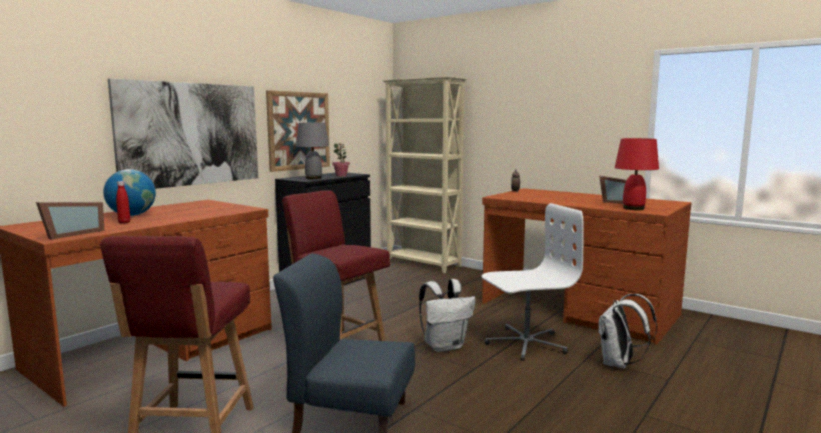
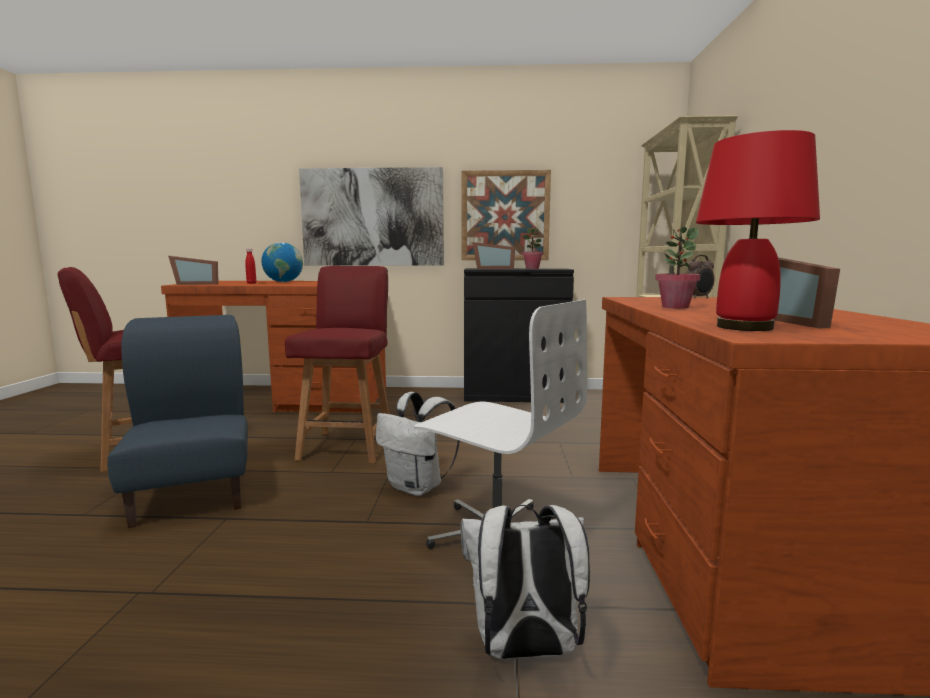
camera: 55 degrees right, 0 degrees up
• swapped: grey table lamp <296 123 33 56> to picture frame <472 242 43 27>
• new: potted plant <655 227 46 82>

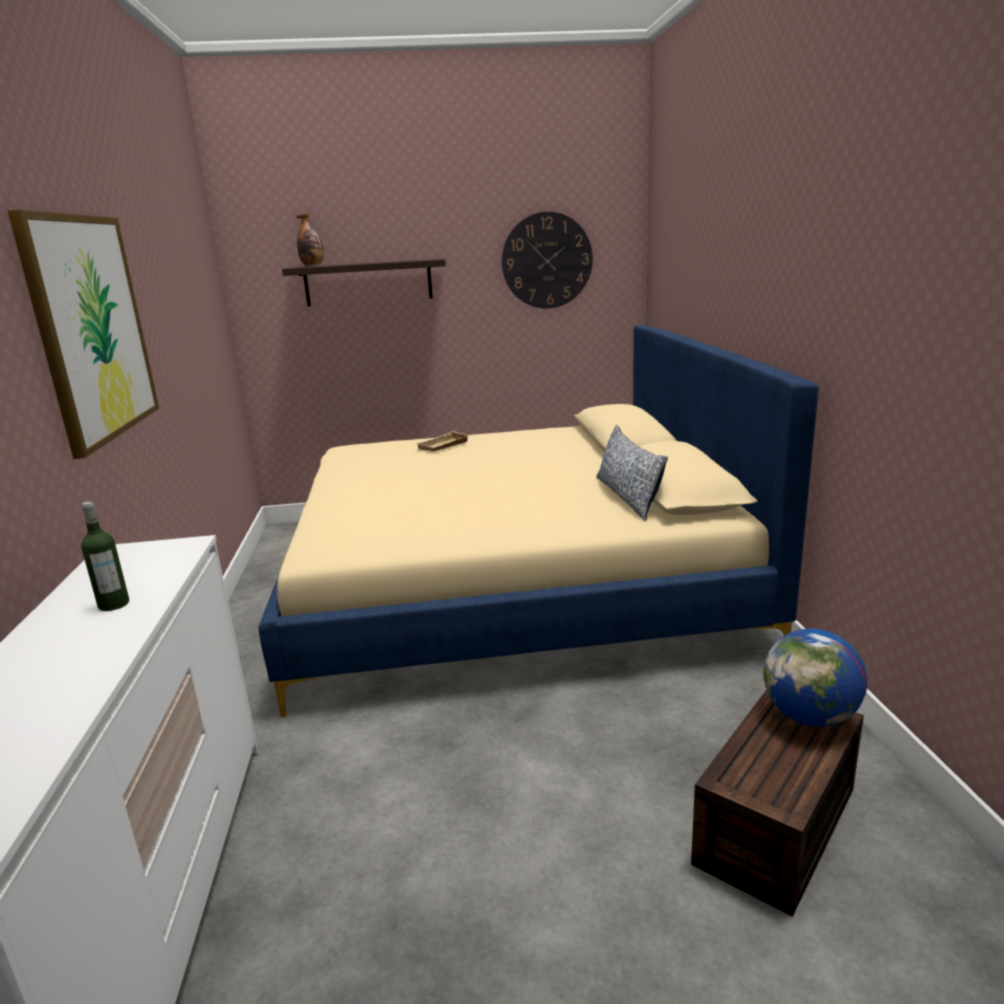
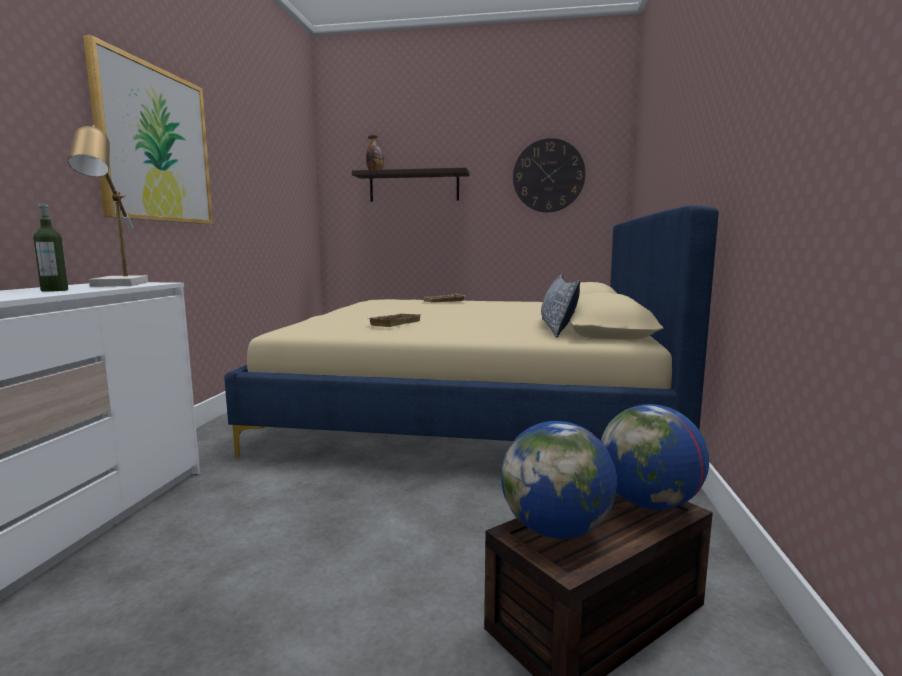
camera: 15 degrees right, 10 degrees down
• new: table lamp <68 125 80 162>
• new: beige tray <369 314 53 13>
• new: globe <501 421 116 118>

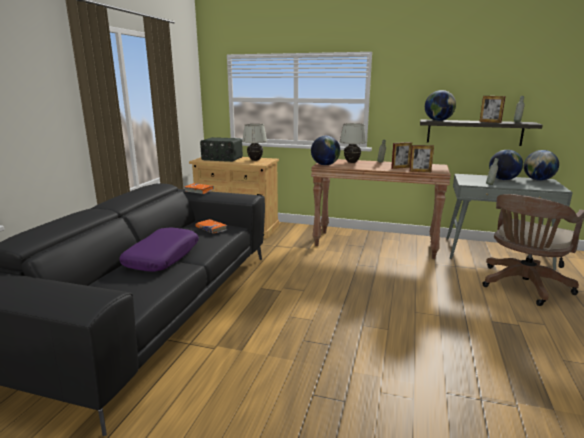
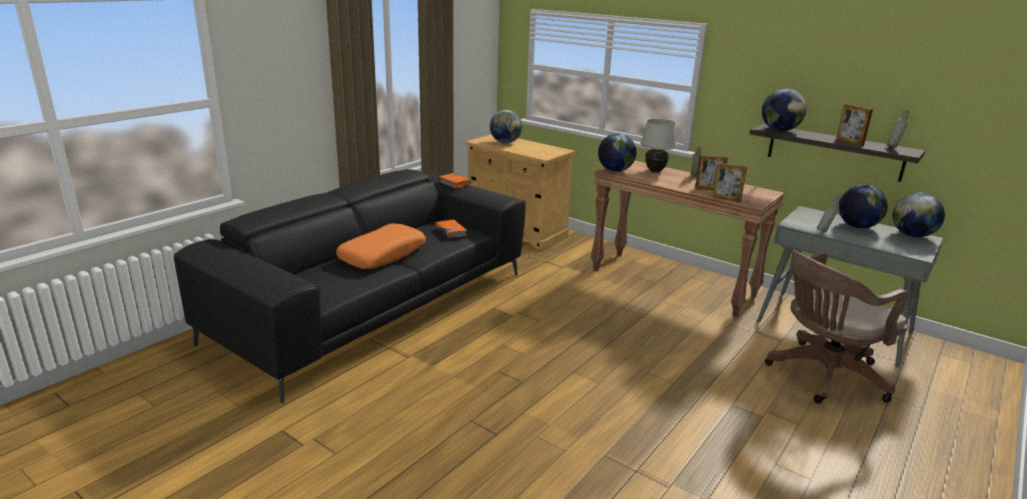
camera: 20 degrees right, 5 degrees up
• repainted: purple pillow <119 227 80 45> to orange pillow <336 224 90 45>
• swapped: radio <200 137 43 25> to globe <490 110 32 33>
• gone: white table lamp <242 124 25 37>

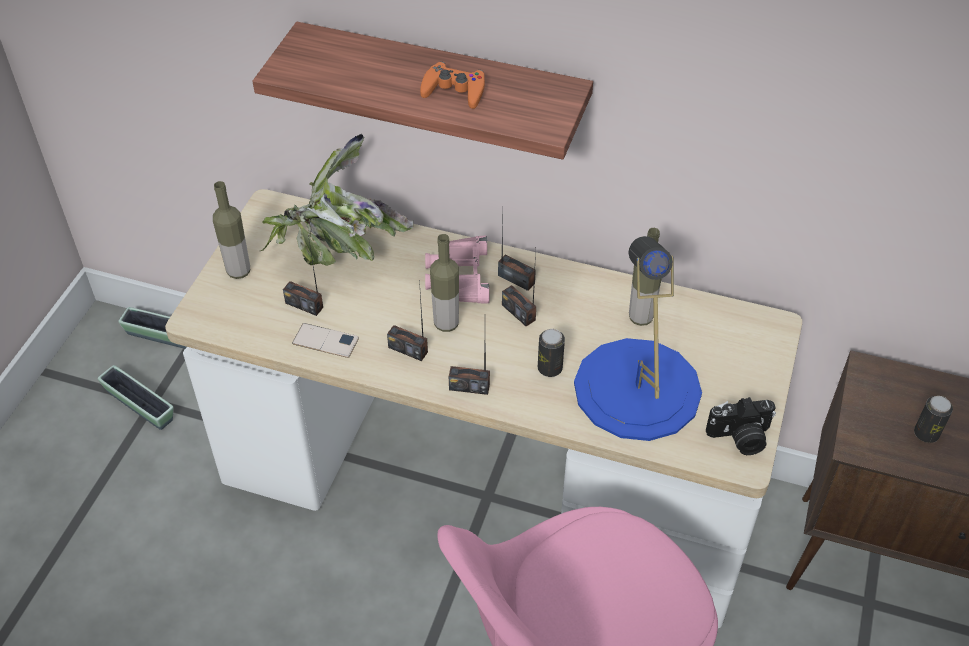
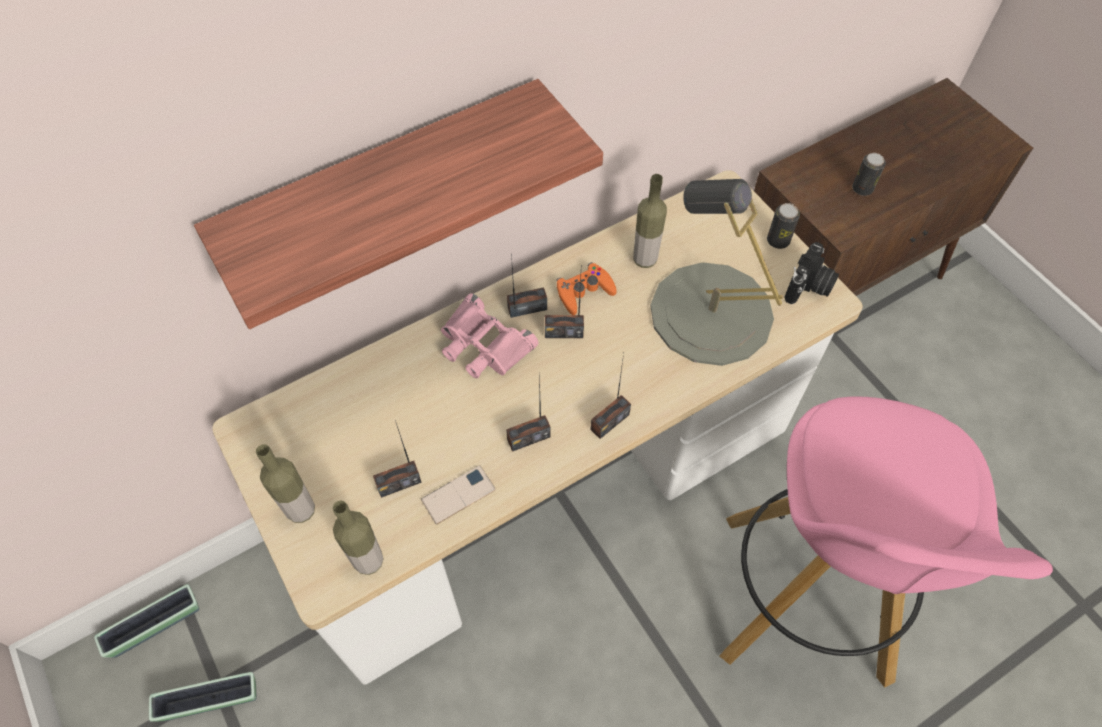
camera: 50 degrees left, 10 degrees up
• gone: potted plant <260 134 153 132>
• shifted: orange game controller <420 61 65 48> to <557 262 60 53>
• shifted: bottle <430 234 29 98> to <333 500 50 75>
• shifted: can <538 329 27 48> to <767 203 33 46>
• repainted: blue table lamp <574 236 128 205> to grey table lamp <650 179 134 187>

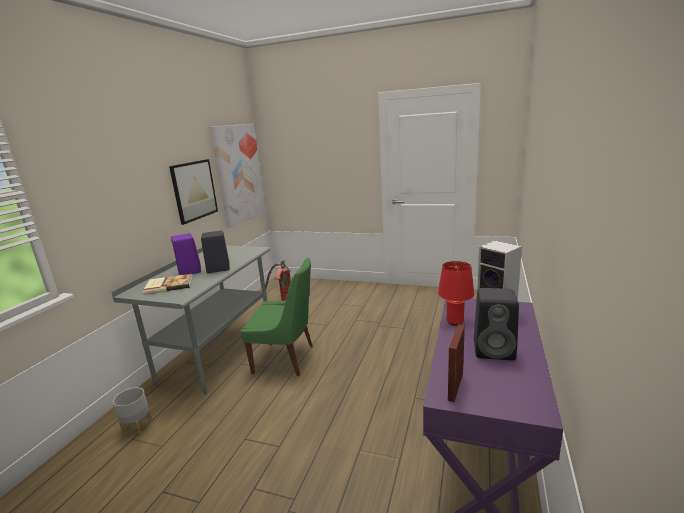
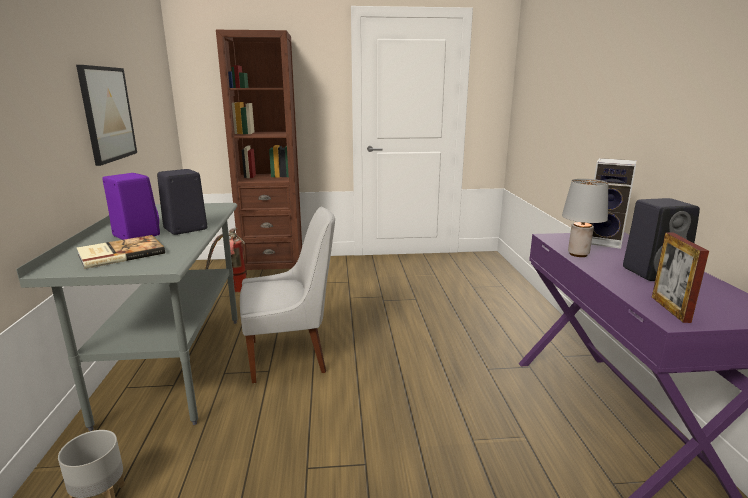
camera: 25 degrees left, 0 degrees up
• gone: picture <210 124 56 104>
• repainted: green chair <241 258 72 118> to white chair <240 207 95 176>
• repainted: red table lamp <438 261 36 65> to grey table lamp <562 179 47 78>
• new: brown bookcase <216 30 86 245>

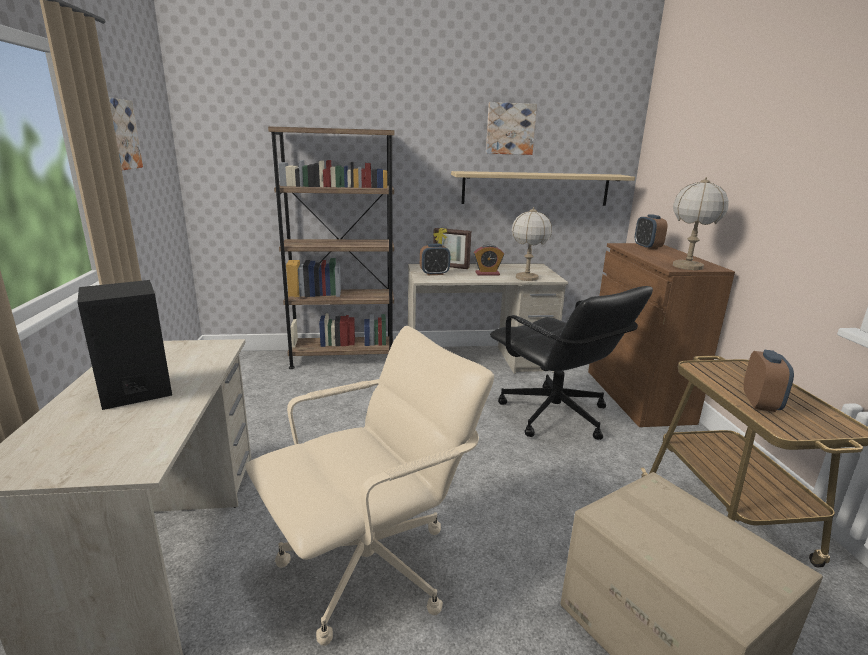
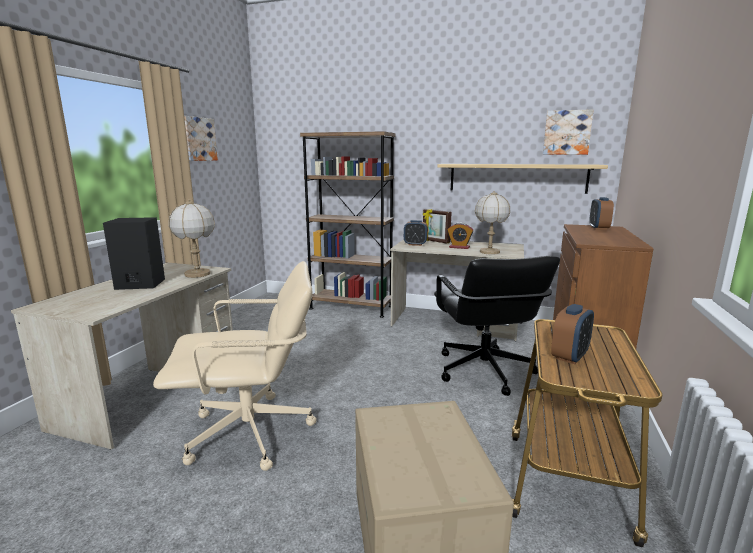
camera: 25 degrees right, 5 degrees down
• shifted: picture <486 102 51 53> to <543 109 51 46>
• shifted: table lamp <673 177 56 93> to <169 199 46 79>

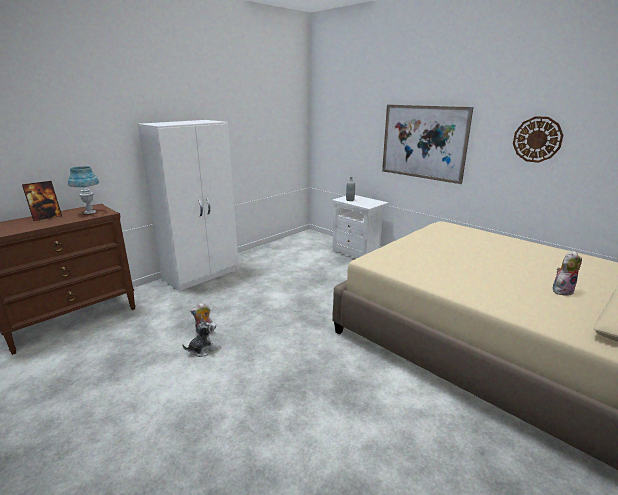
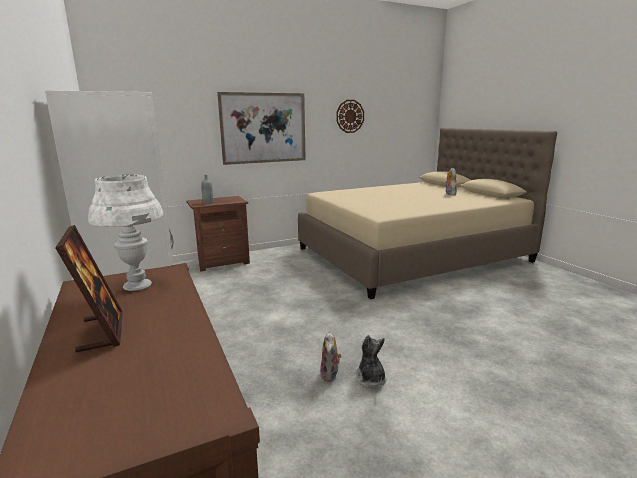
camera: 70 degrees left, 5 degrees down
• repainted: blue table lamp <68 166 31 48> to white table lamp <88 175 75 116>
• repainted: white nightstand <332 195 57 63> to brown nightstand <186 196 64 76>

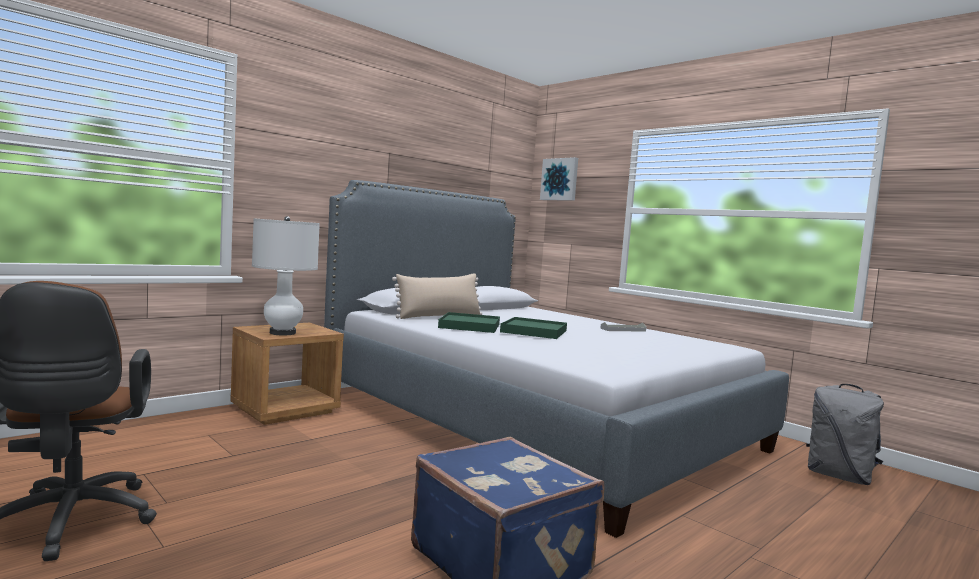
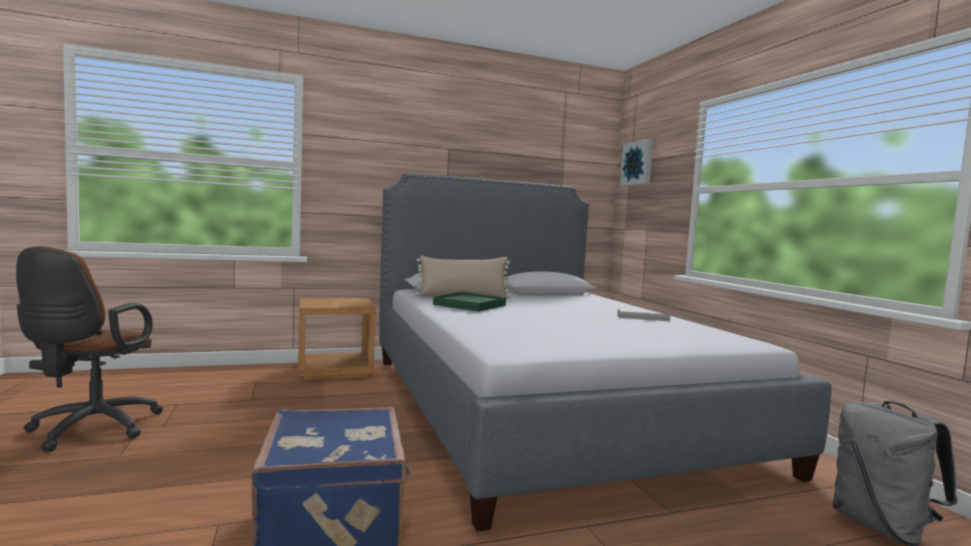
camera: 25 degrees right, 0 degrees up
• gone: white table lamp <252 216 68 119>
• gone: green tray <500 317 67 22>

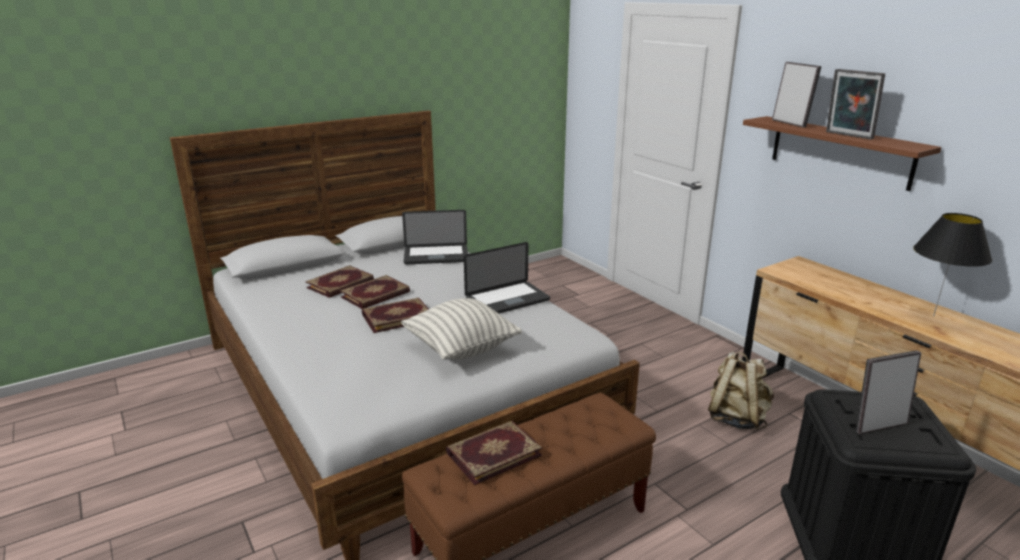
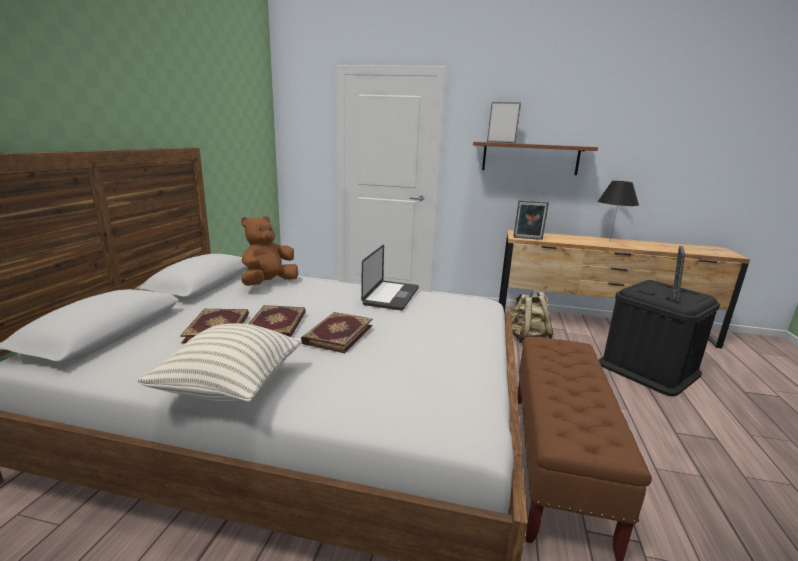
camera: 45 degrees left, 5 degrees down
• shifted: pillow <401 298 121 62> to <138 323 164 79>
• swapped: laptop <402 210 66 54> to brown plush toy <241 216 57 70>
• gone: book <446 421 96 64>
• shifted: picture frame <826 69 59 71> to <513 200 36 40>

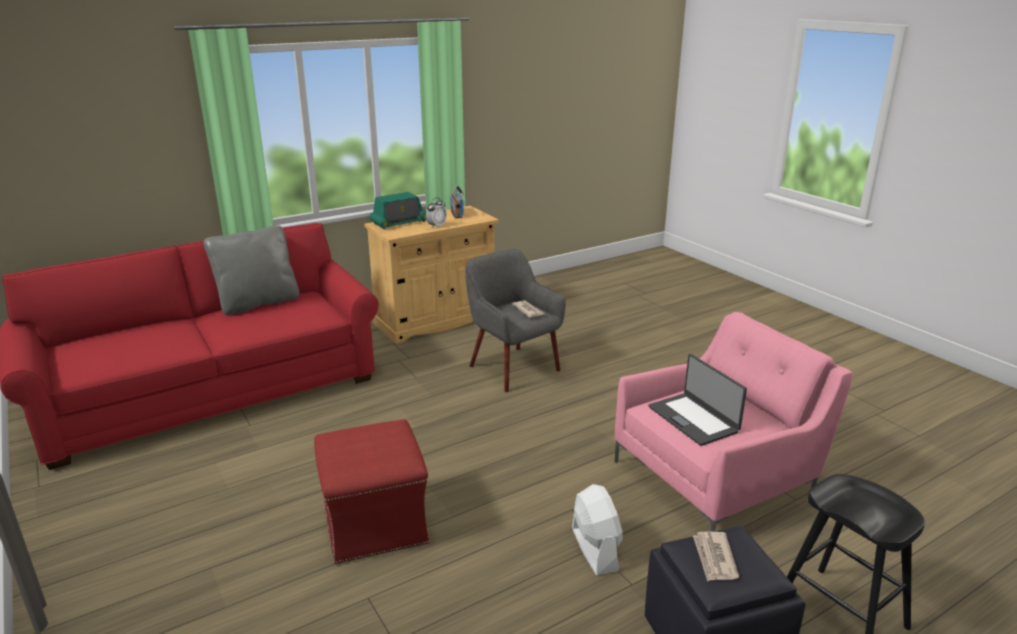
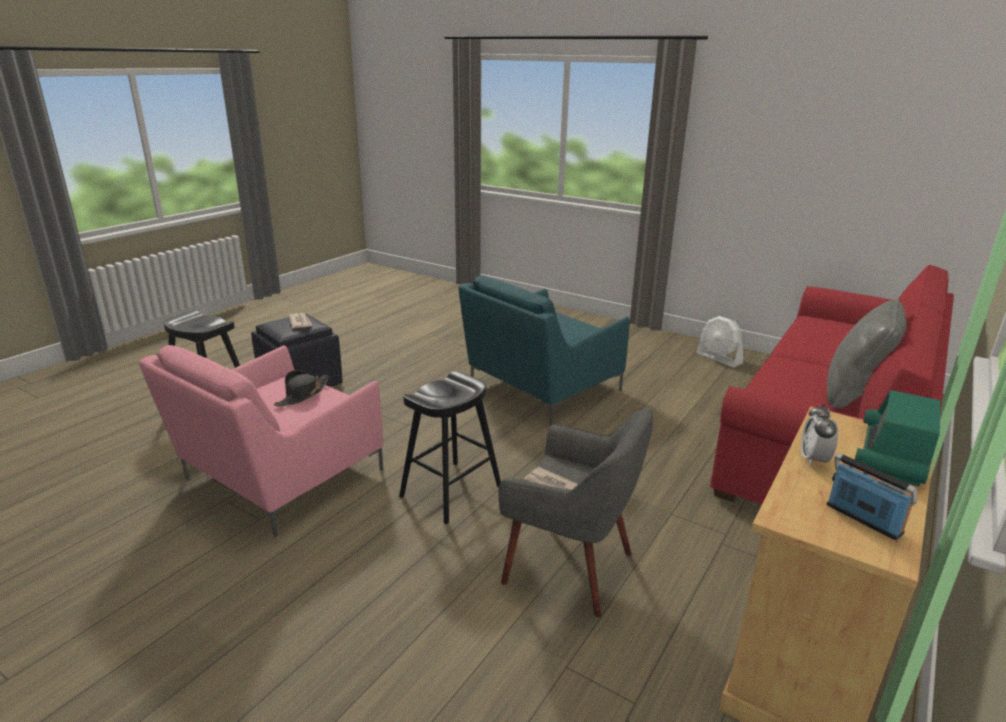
camera: 155 degrees right, 0 degrees up
• swapped: red ottoman <314 420 116 144> to turquoise armchair <458 275 172 150>
• shifted: white fan <572 484 50 91> to <696 316 47 52>
• swapped: laptop <648 354 99 92> to black hat <274 370 55 36>
• new: black stool <399 371 102 153>

